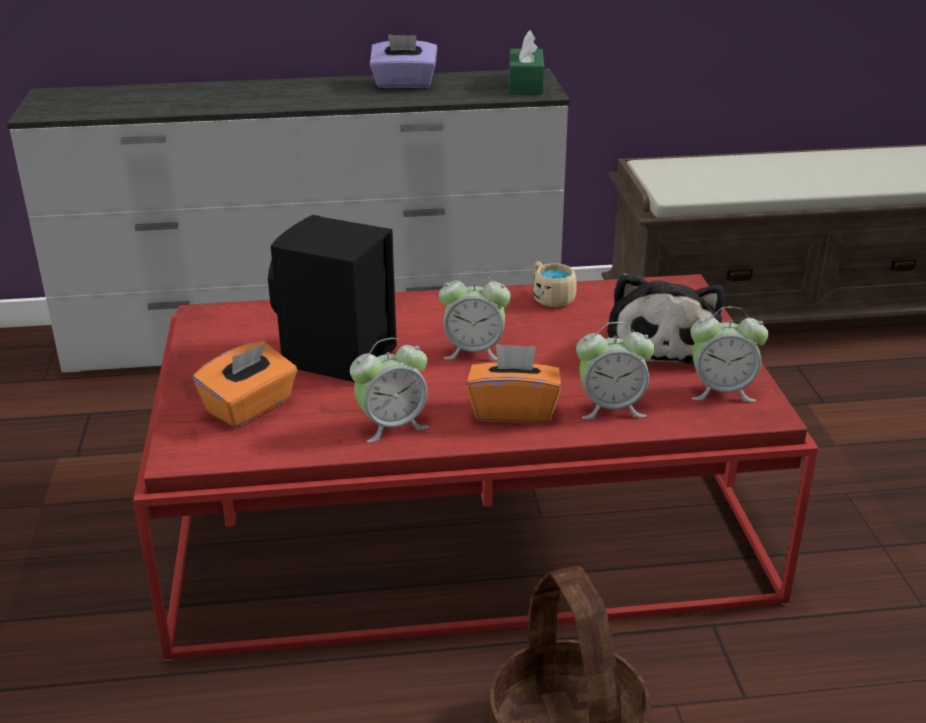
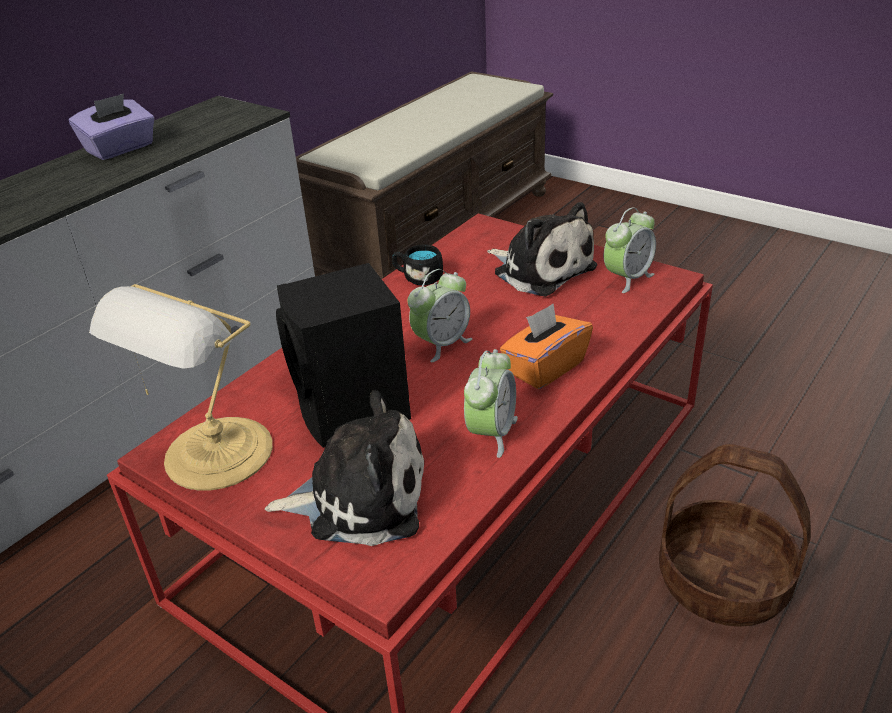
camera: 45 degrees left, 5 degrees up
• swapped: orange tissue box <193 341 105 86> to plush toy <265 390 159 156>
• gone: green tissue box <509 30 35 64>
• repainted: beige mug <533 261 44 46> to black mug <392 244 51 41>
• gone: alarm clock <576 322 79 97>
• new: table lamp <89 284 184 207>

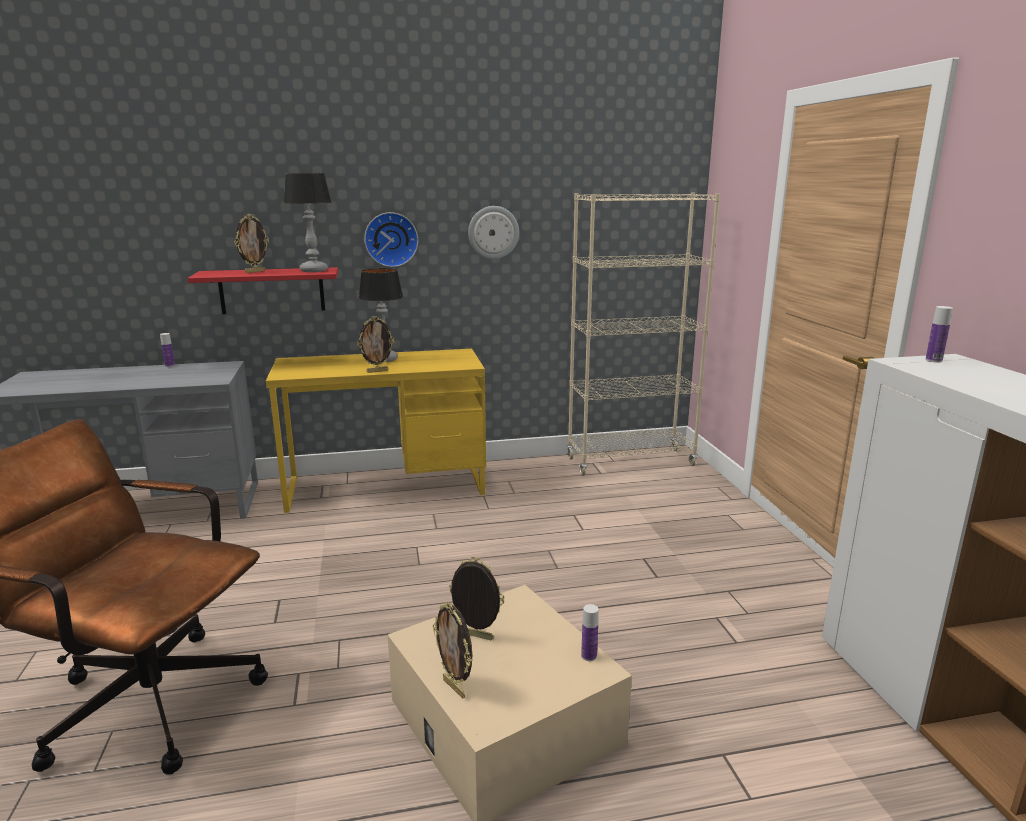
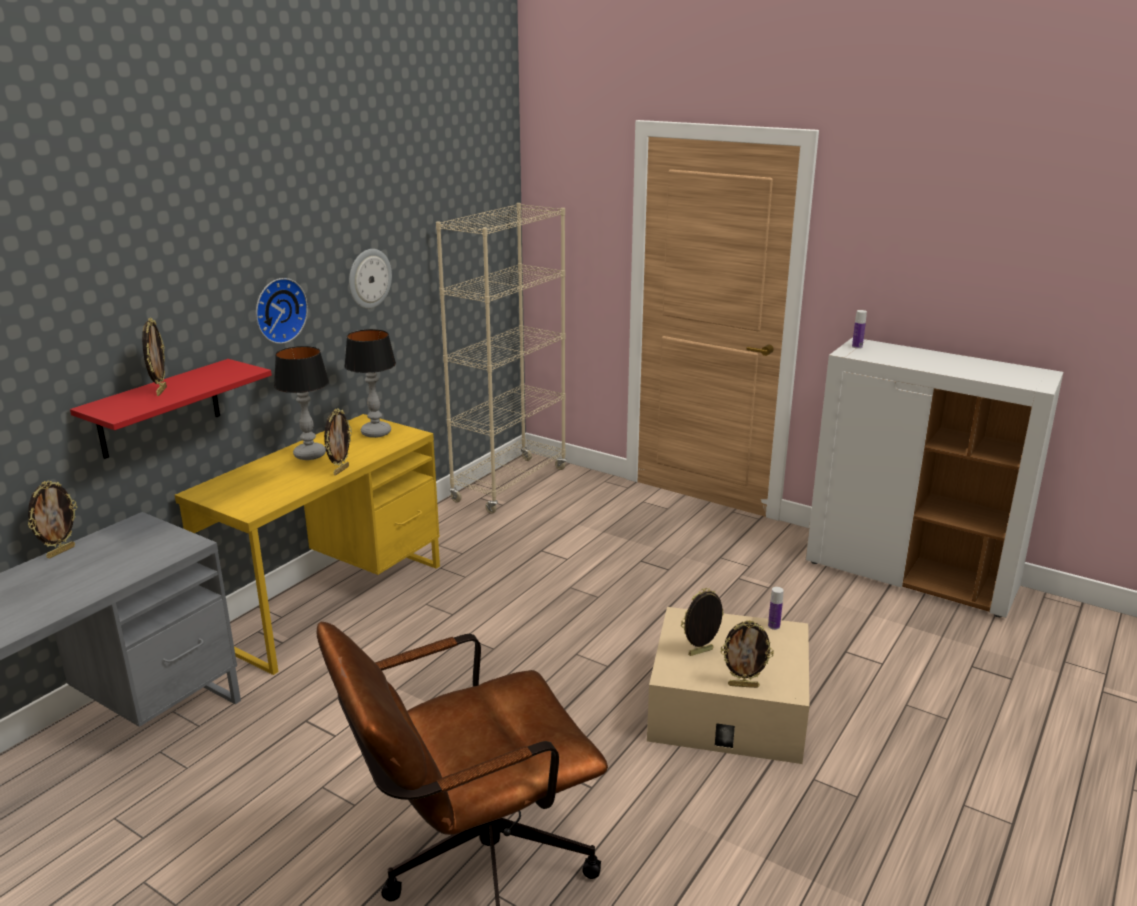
camera: 45 degrees left, 5 degrees up
• swapped: bottle <160 333 15 34> to picture frame <28 480 49 79>
• shifted: table lamp <284 173 47 99> to <344 329 52 109>

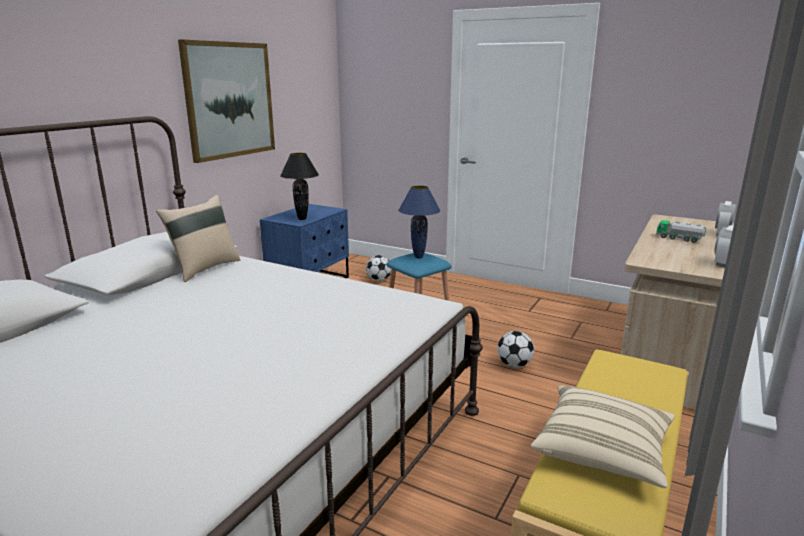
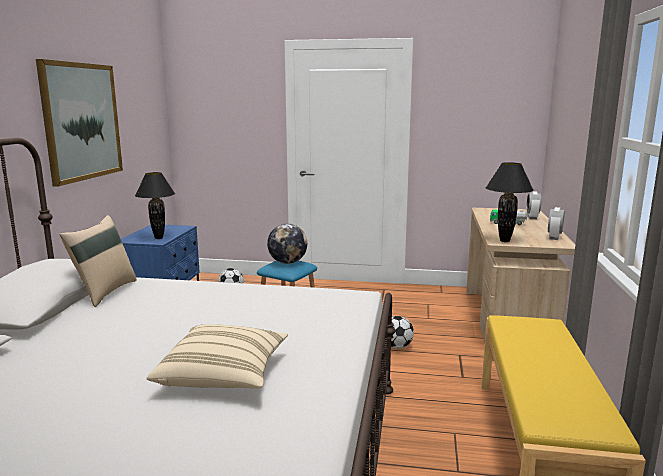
camera: 20 degrees left, 5 degrees down
• swapped: blue table lamp <398 186 42 72> to globe <267 224 40 40>
• shifted: beige pillow <531 386 144 102> to <147 324 141 65>
• new: black table lamp <486 162 48 80>

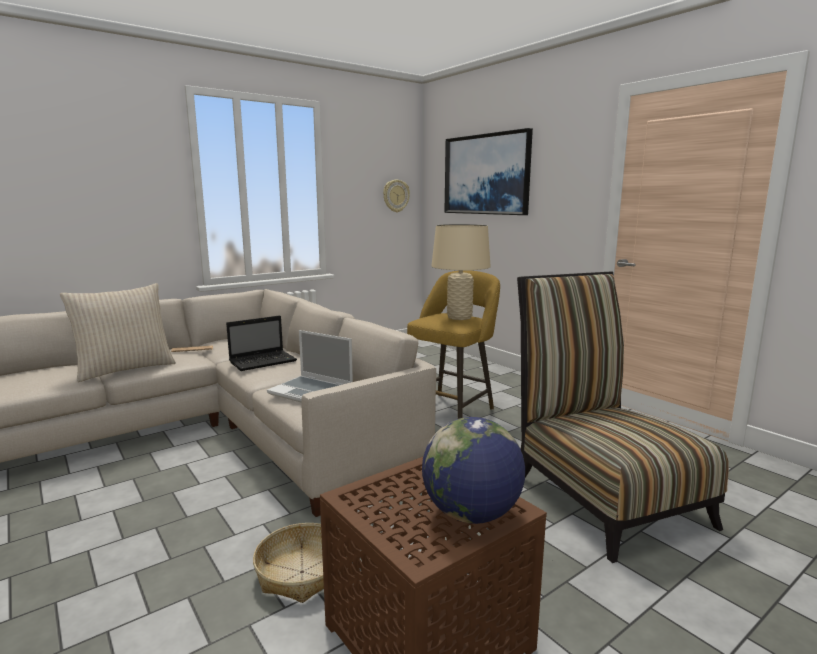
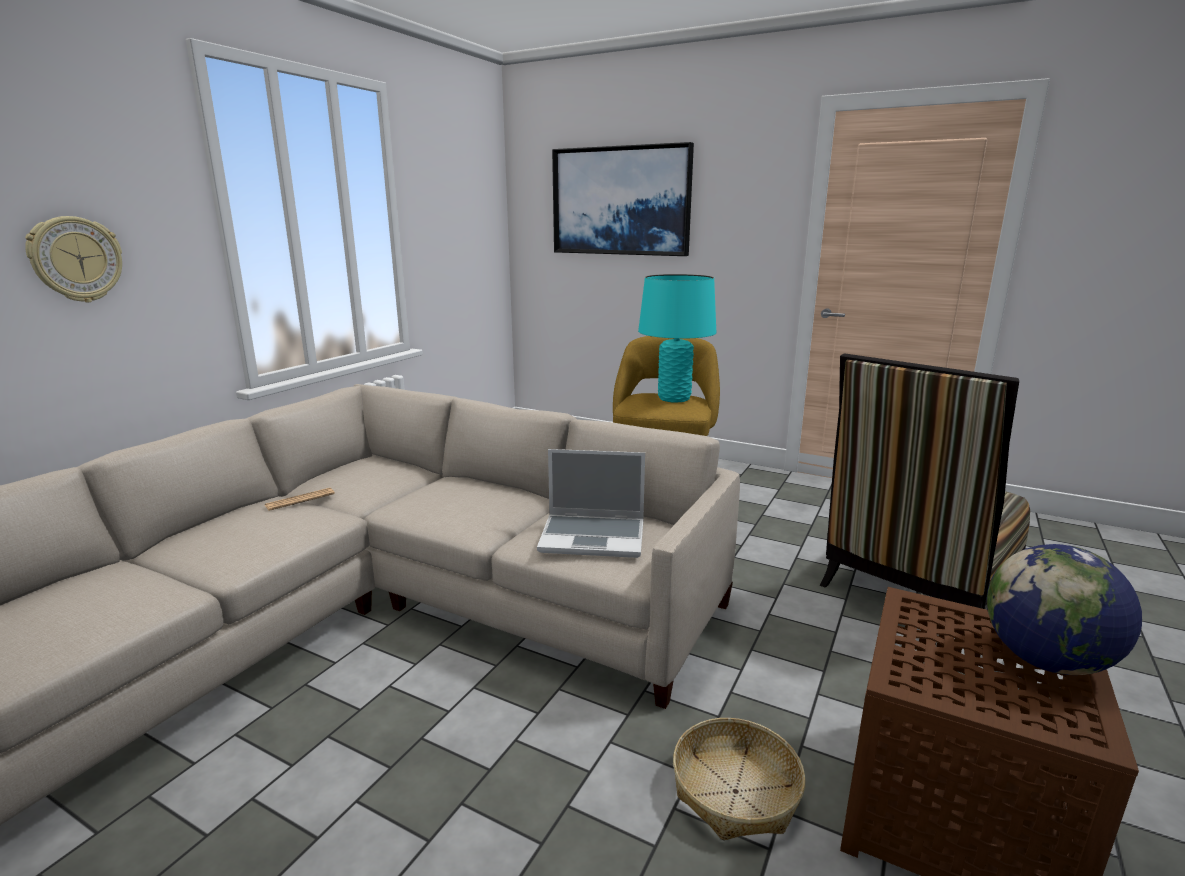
camera: 25 degrees left, 5 degrees up
• gone: beige pillow <60 283 116 99>
• gone: laptop <226 316 71 55>
• shifted: wall clock <383 180 27 32> to <25 216 97 86>
• repainted: beige table lamp <432 224 59 96> to turquoise table lamp <638 274 78 128>
• rotated: chair <517 271 212 292> = <820 353 210 256> 90 degrees counterclockwise

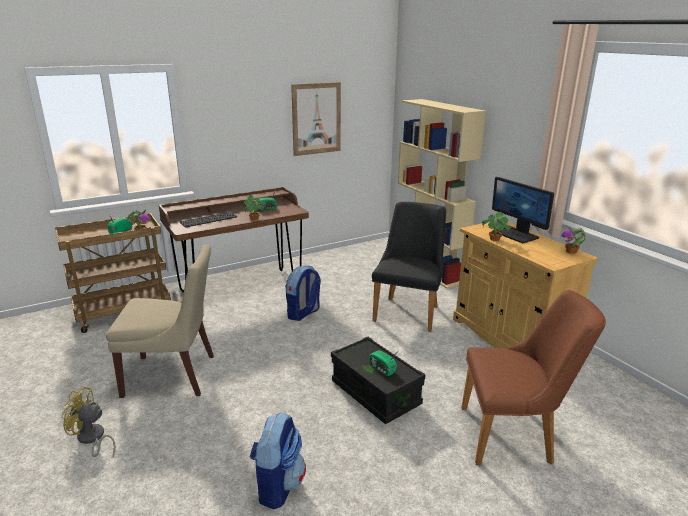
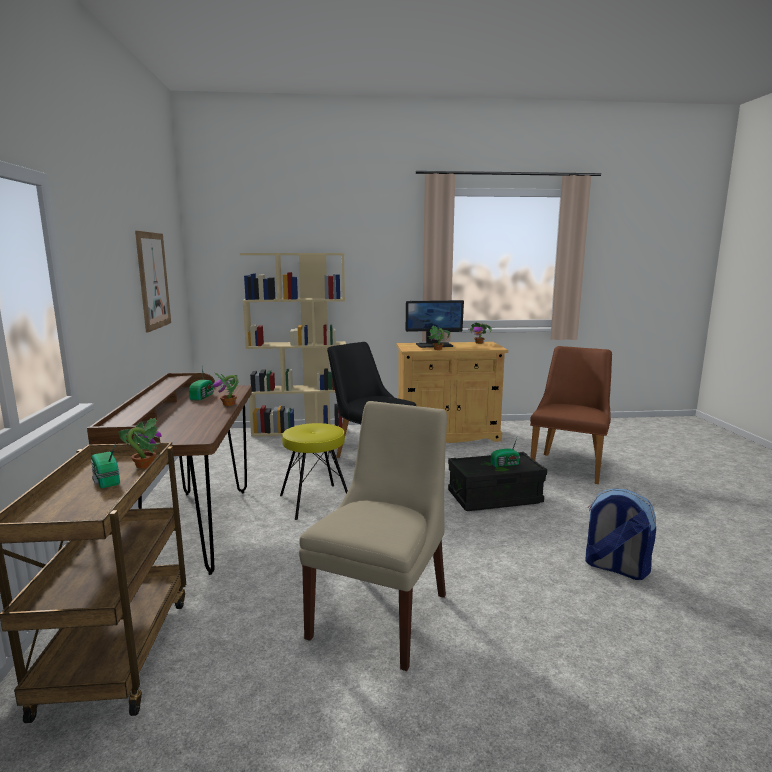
camera: 65 degrees left, 10 degrees down
• gone: yellow fan <61 386 55 71>
• gone: keyboard <180 212 57 15>
• swapped: backpack <285 266 36 55> to yellow stool <280 423 68 97>

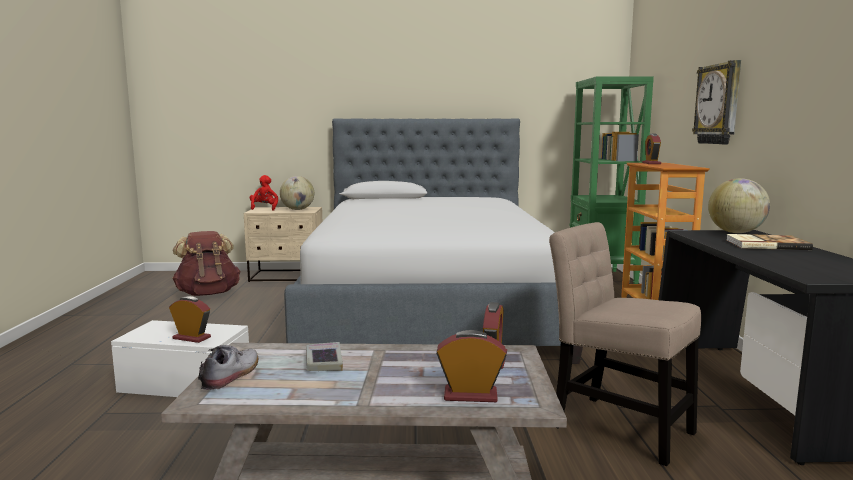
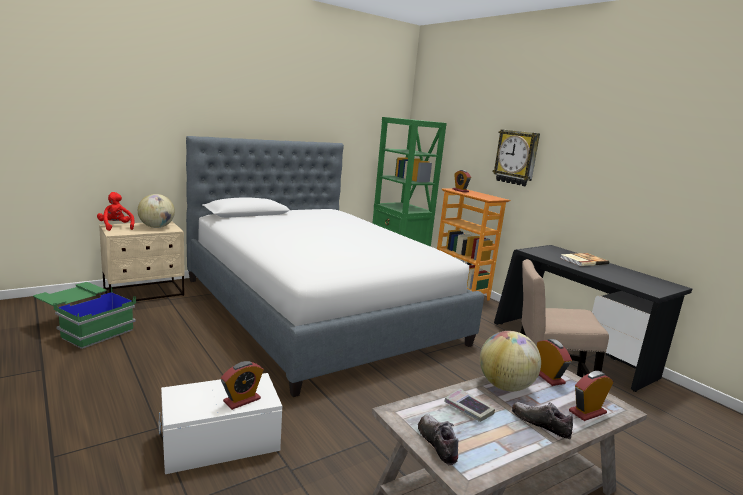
camera: 35 degrees left, 5 degrees up
• rotated: alarm clock <169 296 42 47> = <221 361 43 49> 150 degrees clockwise
• swapped: brown backpack <172 231 68 65> to green storage box <33 282 103 67>
• shifted: globe <708 178 62 55> to <480 331 61 60>
• new: shoe <512 402 61 38>

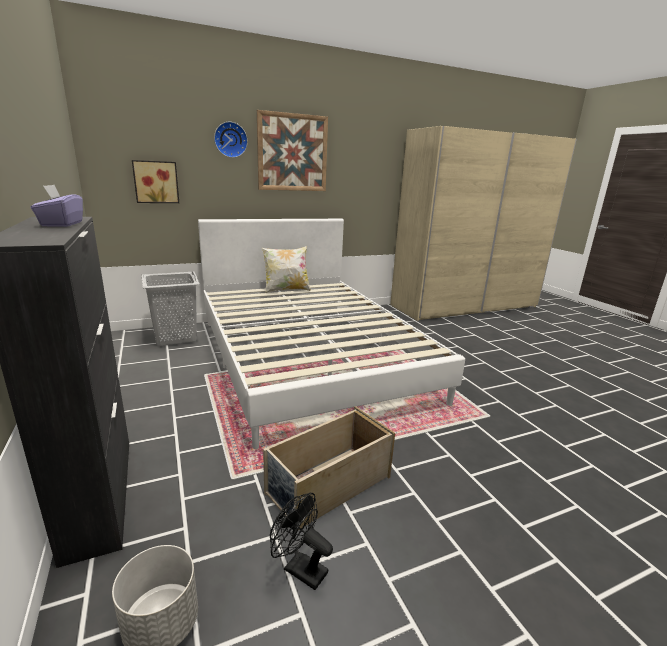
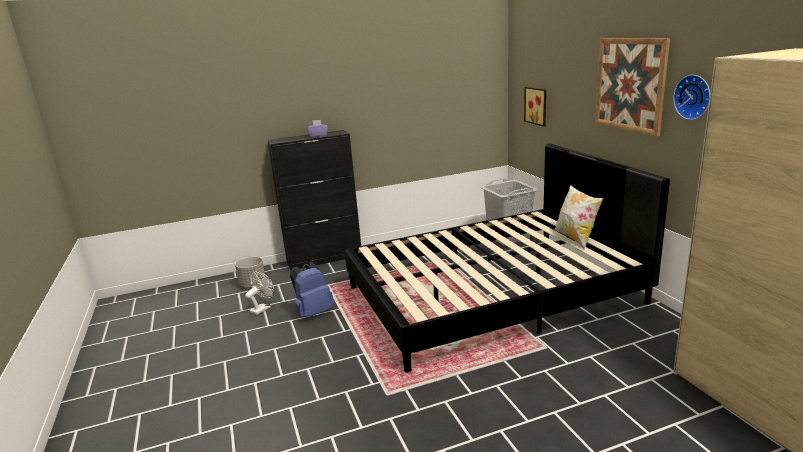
camera: 95 degrees right, 0 degrees up
• repainted: white bed <198 219 267 230> to black bed <345 143 325 230>
• shifted: wall clock <214 122 34 36> to <673 75 37 45>
• swapped: beige storage box <263 406 132 124> to blue backpack <290 262 44 56>
• repainted: black fan <270 493 63 97> to white fan <245 272 29 43>

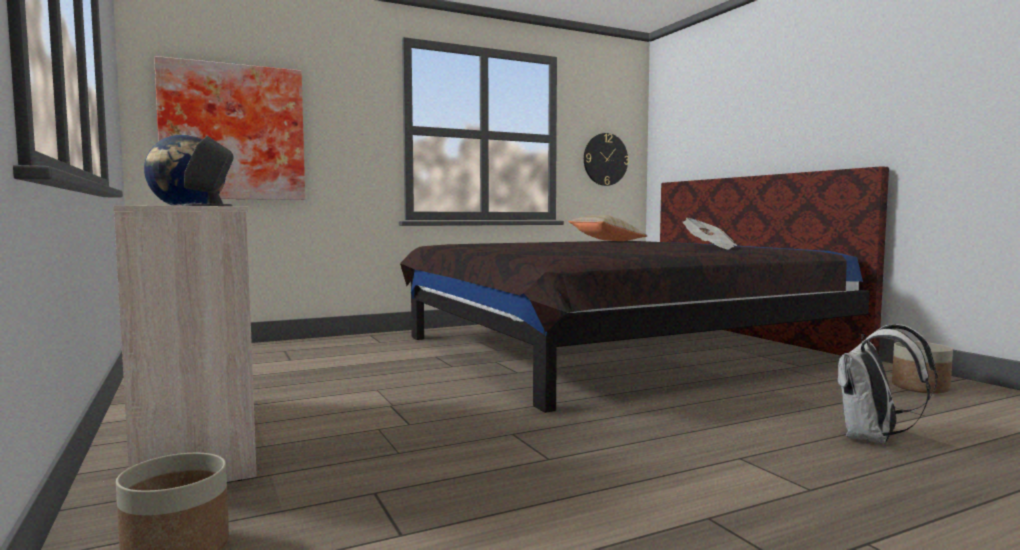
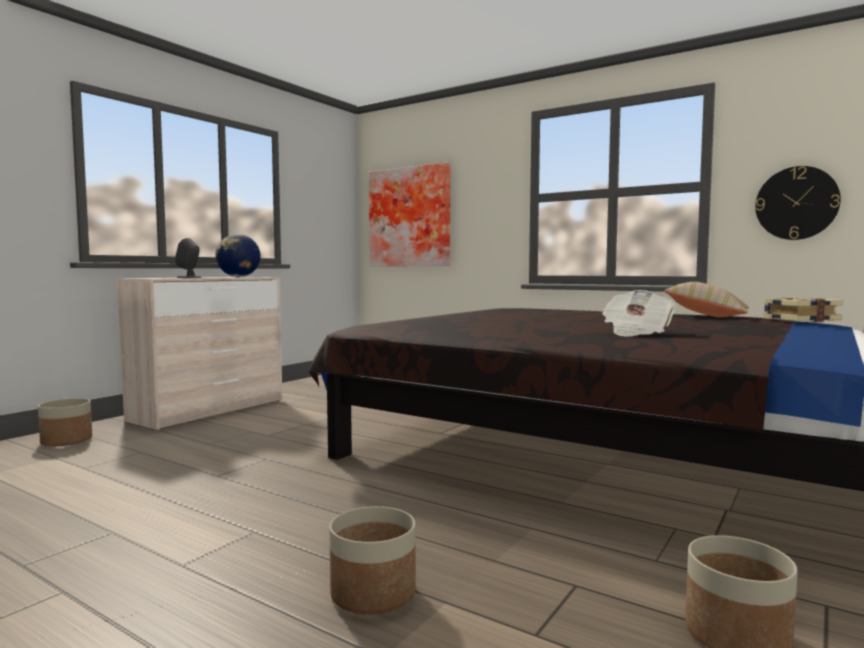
camera: 60 degrees right, 0 degrees up
• swapped: white backpack <837 324 101 119> to planter <329 506 87 109>
• new: book <763 297 80 25>

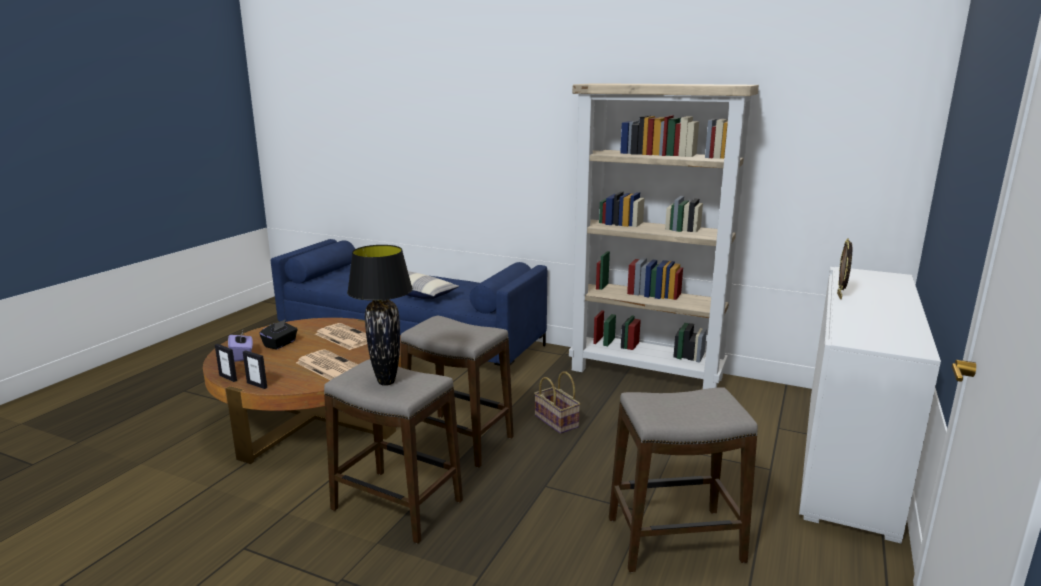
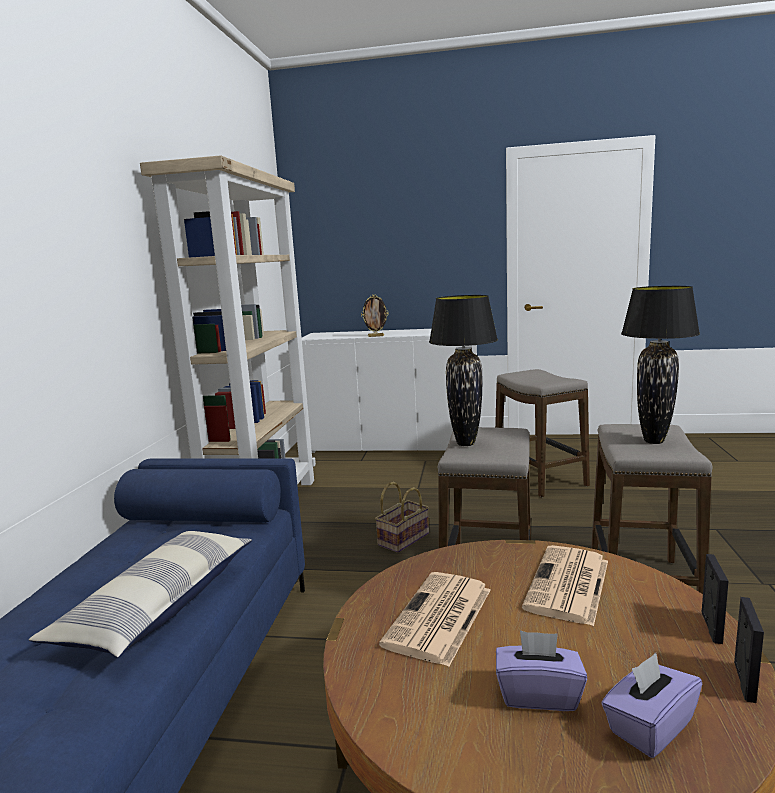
camera: 105 degrees left, 5 degrees down
• repainted: black tissue box <259 319 39 31> to purple tissue box <496 630 91 81>
• new: black table lamp <429 295 69 151>

